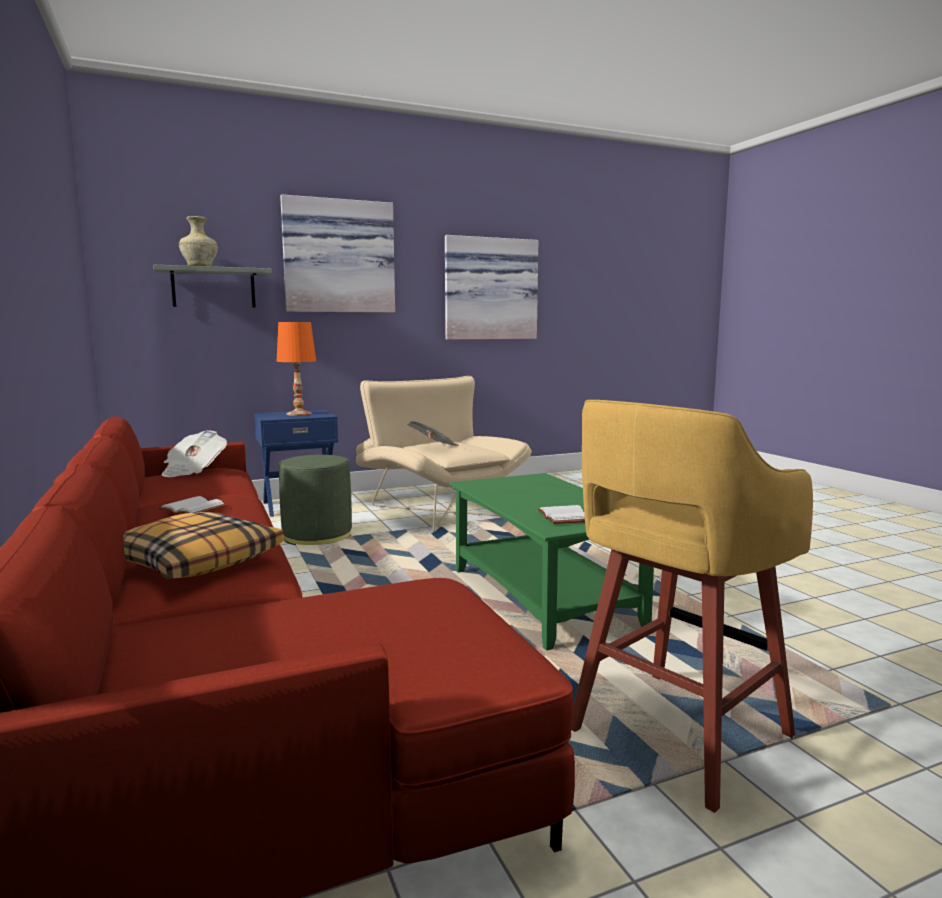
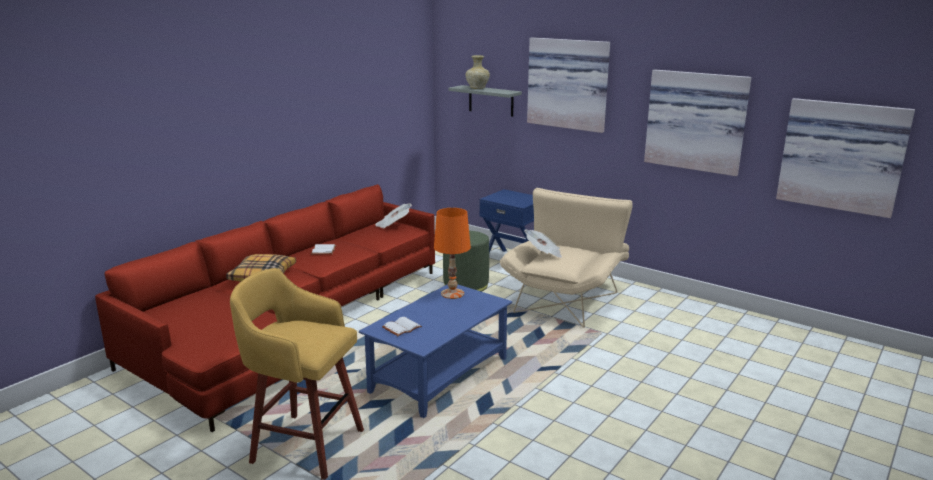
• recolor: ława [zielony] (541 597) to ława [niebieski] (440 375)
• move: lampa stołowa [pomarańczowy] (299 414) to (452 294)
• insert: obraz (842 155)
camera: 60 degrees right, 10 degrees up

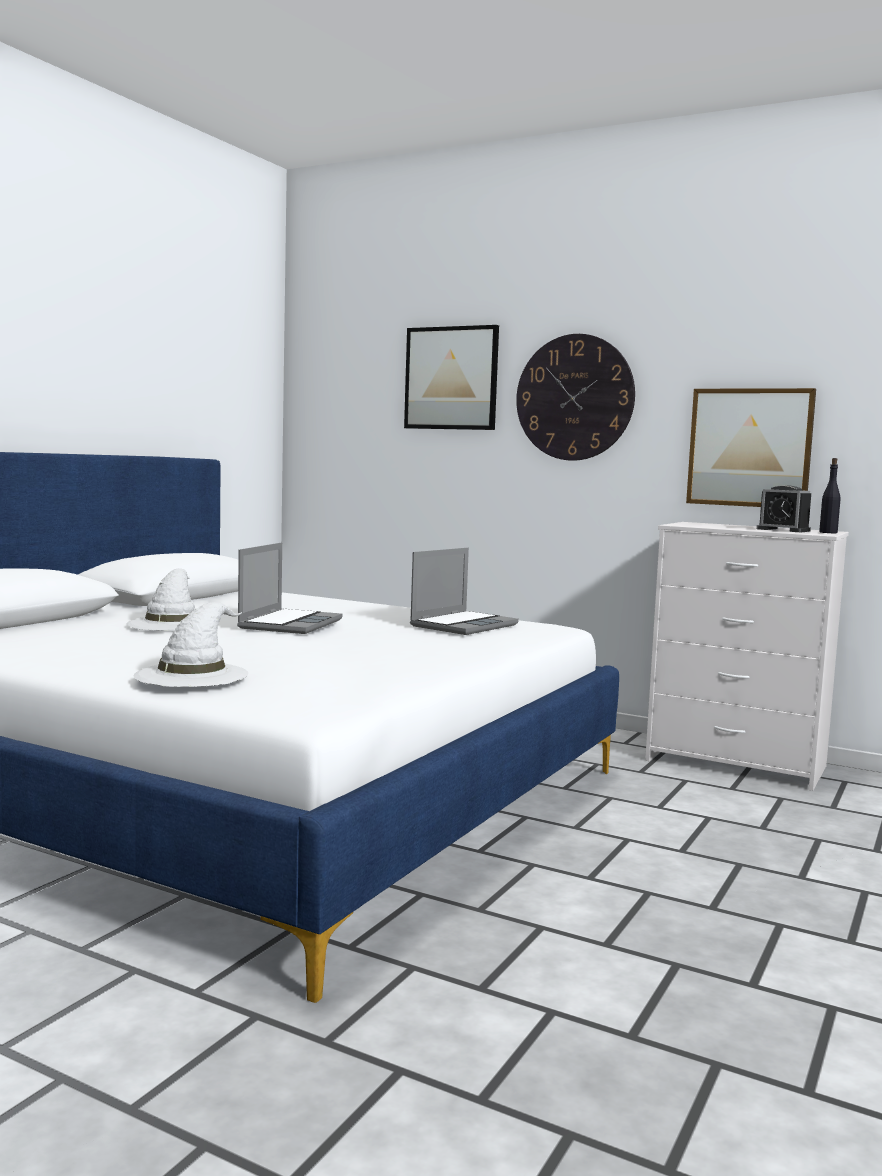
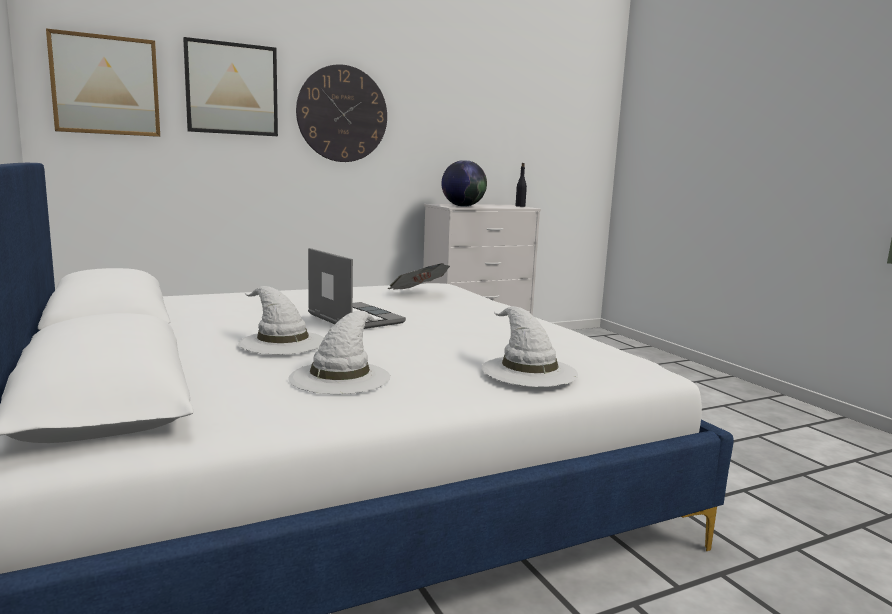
• move: obraz (750 448) to (106 85)
• insert: kapelusz [biały] (340 376)
• replace: laptop (463 625) to gazeta (417 294)
• insert: globus (463 206)
• delete: budzik (783 530)
camera: 55 degrees left, 5 degrees up

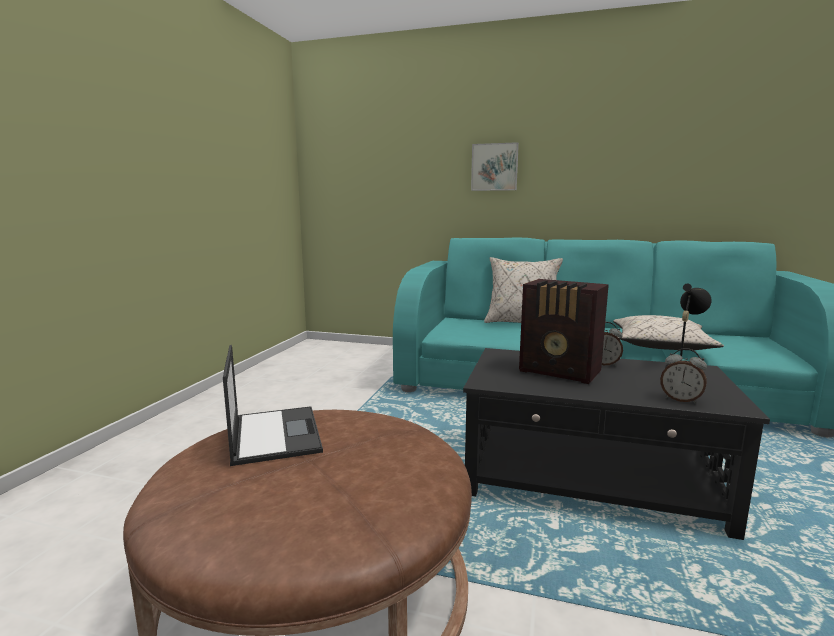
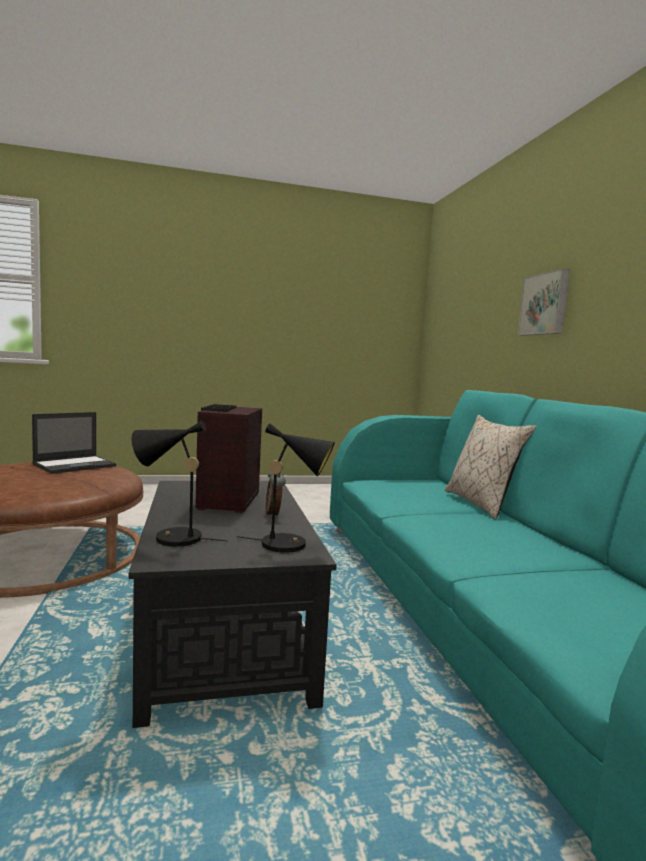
• replace: budzik (680 399) to lampa stołowa [czarny] (171 538)
• delete: poduszka [beżowy] (660 346)
camera: 60 degrees right, 5 degrees down

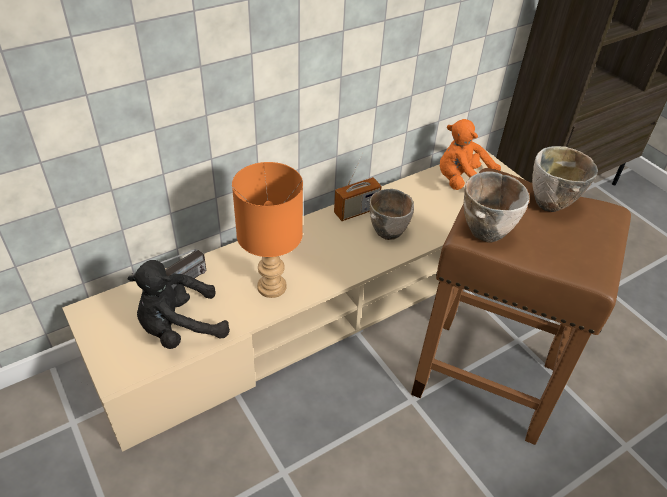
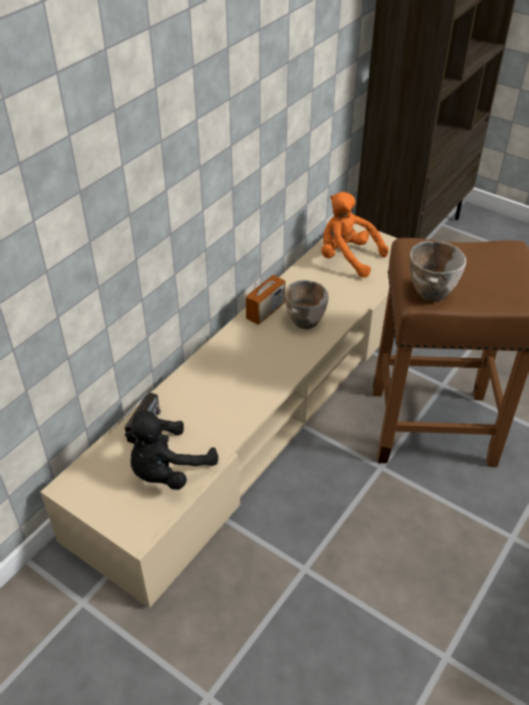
• rotate: pluszak [pomarańczowy] (464 184) = (347 258) 45 degrees clockwise
• delete: lampa stołowa [pomarańczowy] (270 286)
• delete: miska (551 205)
camera: 20 degrees left, 0 degrees up

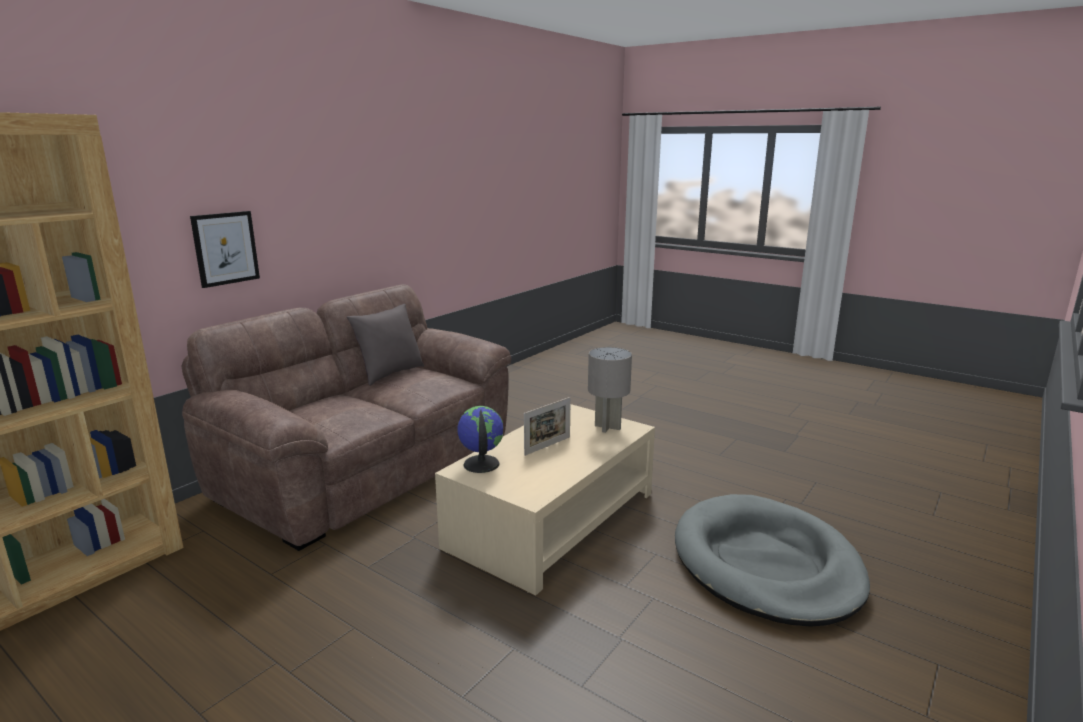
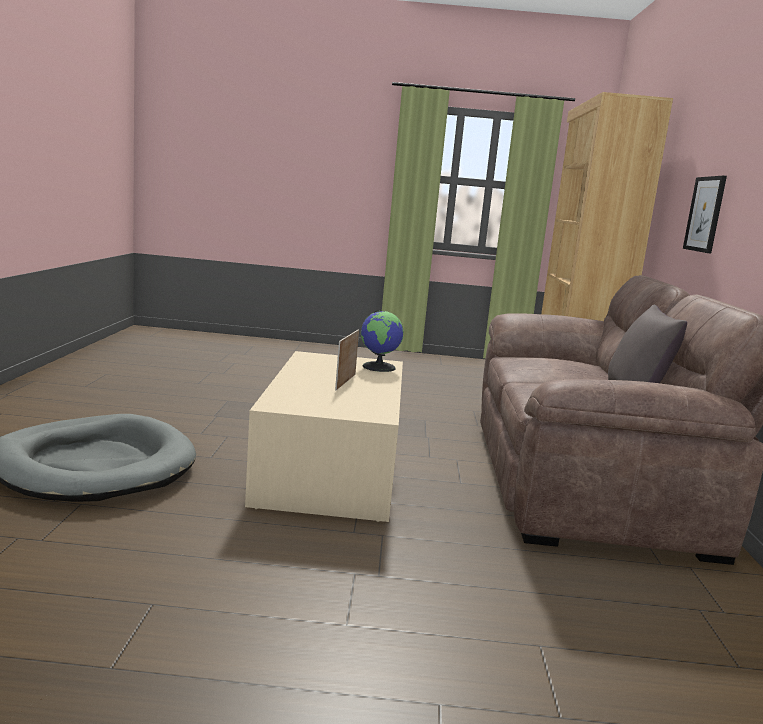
• delete: lampa stołowa [szary] (607 427)
camera: 145 degrees right, 5 degrees down

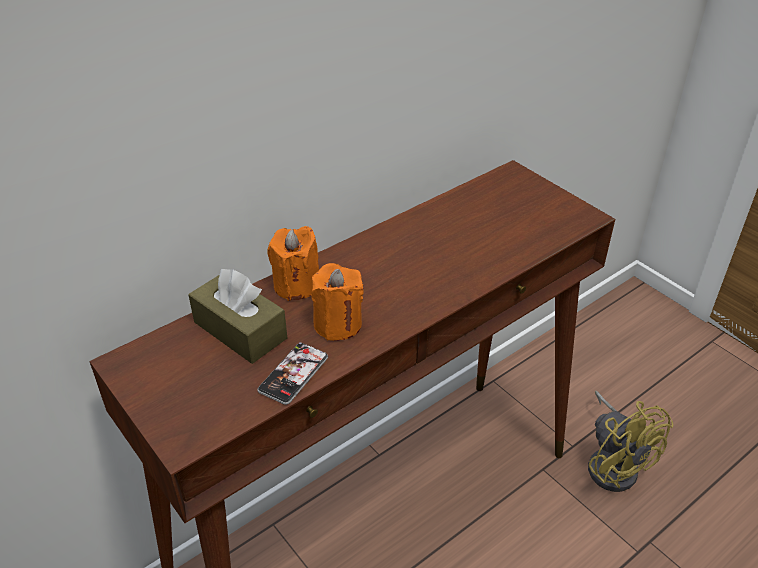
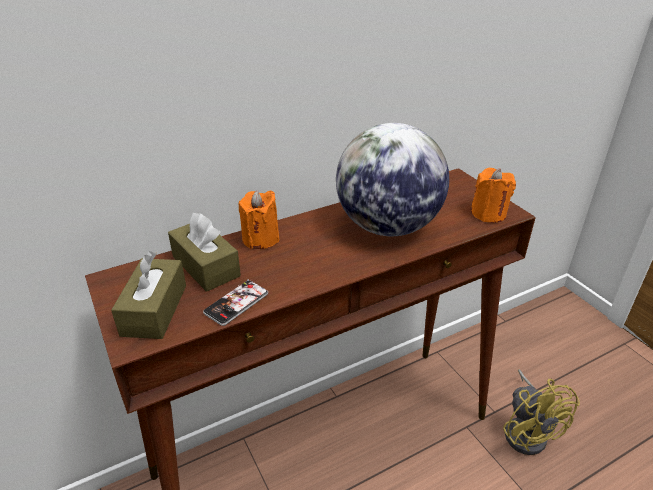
• insert: pudełko chusteczek [brązowy] (154 310)
• insert: globus (387 227)
• move: świeca [pomarańczowy] (338 324) to (488 213)
camera: 10 degrees right, 5 degrees down

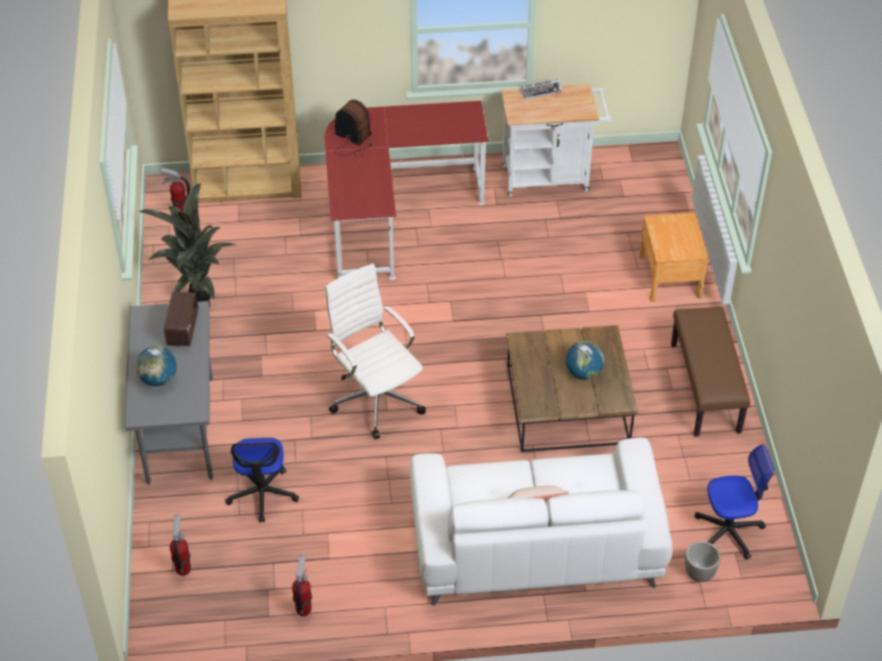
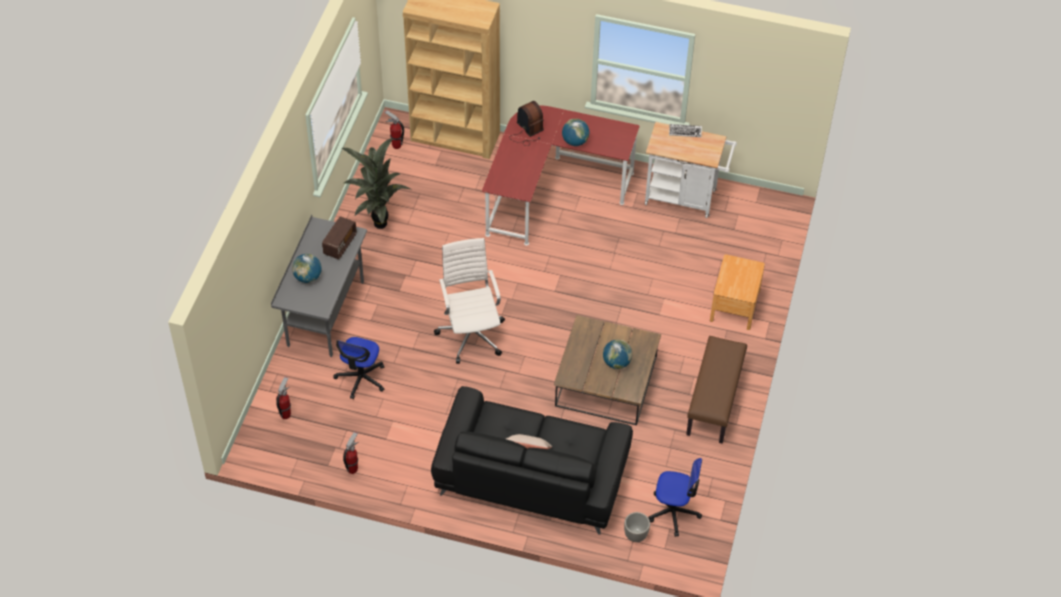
• recolor: kanapa [biały] (535 543) to kanapa [czarny] (531 475)
• insert: globus (575 141)
camera: 20 degrees right, 5 degrees up

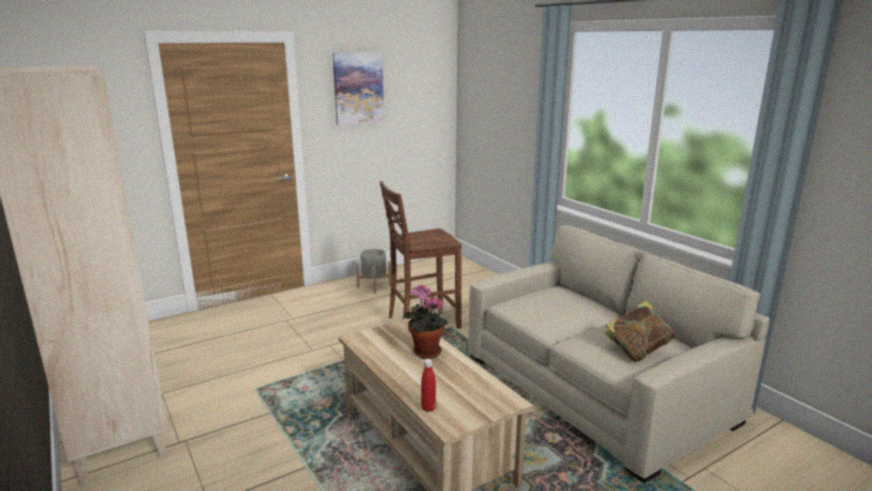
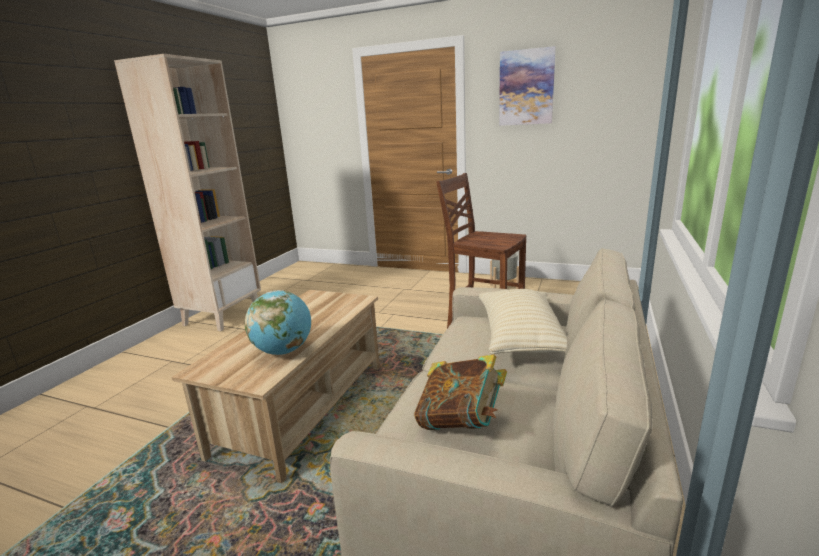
• insert: globus (283 351)
• insert: poduszka [beżowy] (520 337)
• delete: roślina doniczkowa (424 353)
• delete: butelka [czerwony] (428 408)
camera: 55 degrees right, 0 degrees up

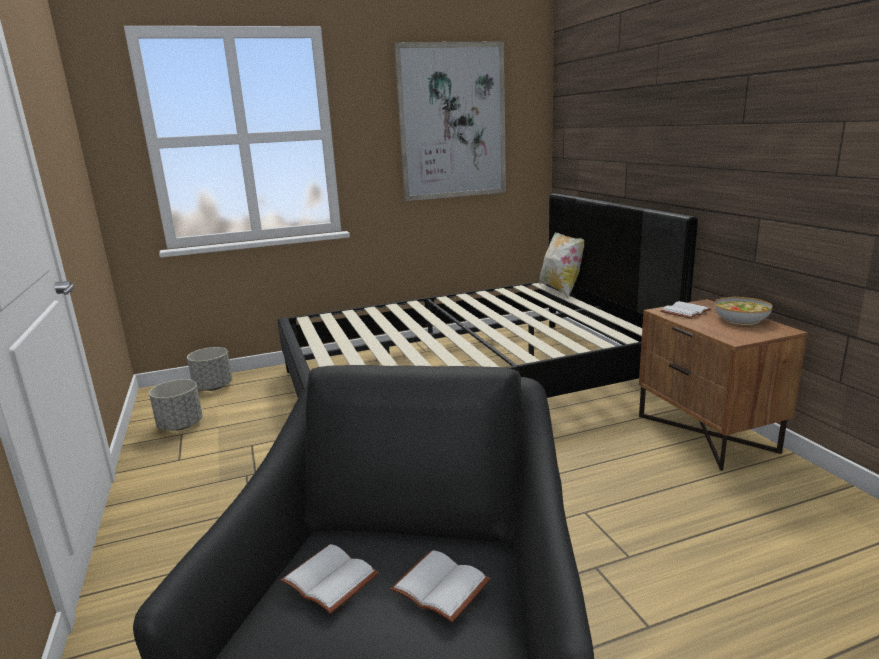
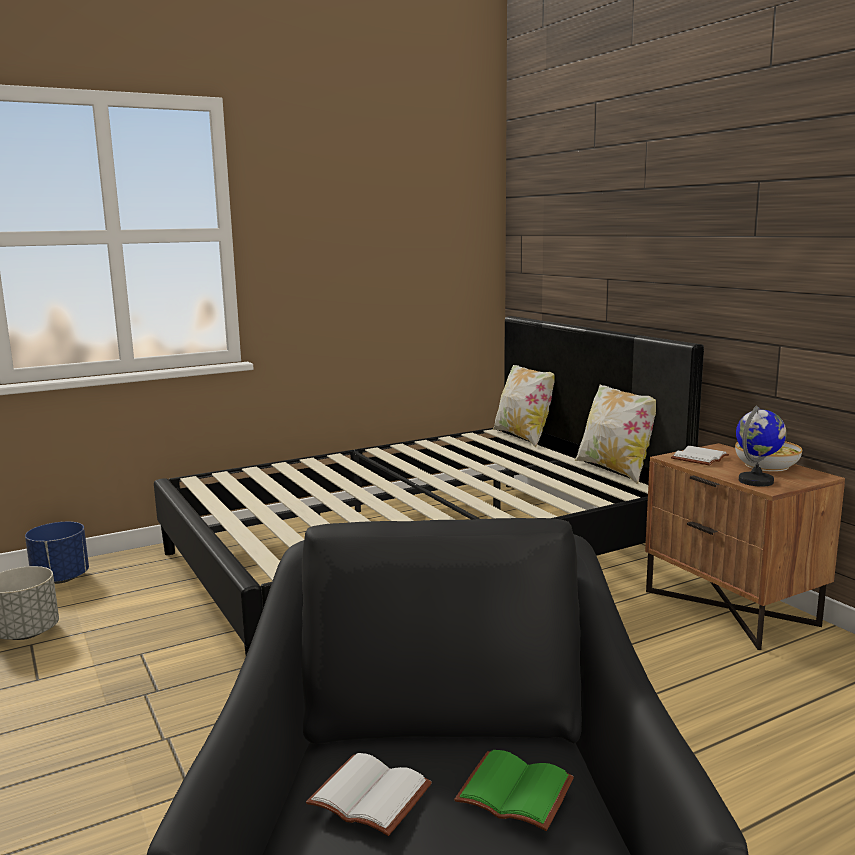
• recolor: donica [szary] (213 387) to donica [niebieski] (61 579)
• recolor: książka [biały] (443 586) to książka [zielony] (517 791)
• insert: poduszka (616 470)
• insert: globus (756 481)
• delete: obraz (452 122)
camera: 10 degrees left, 5 degrees down

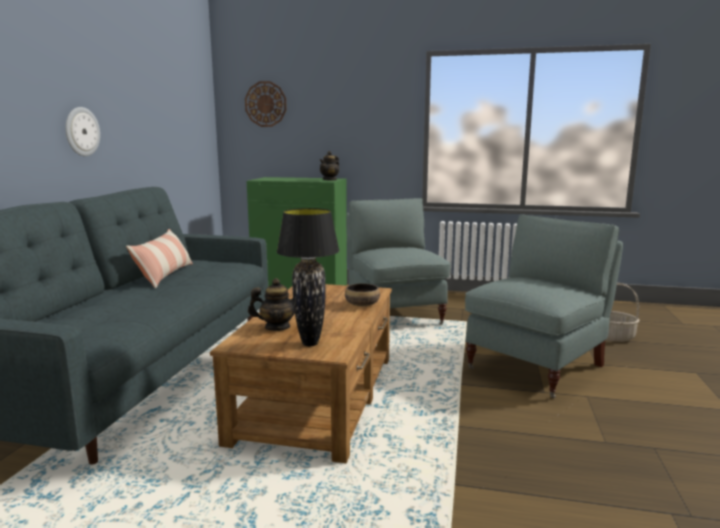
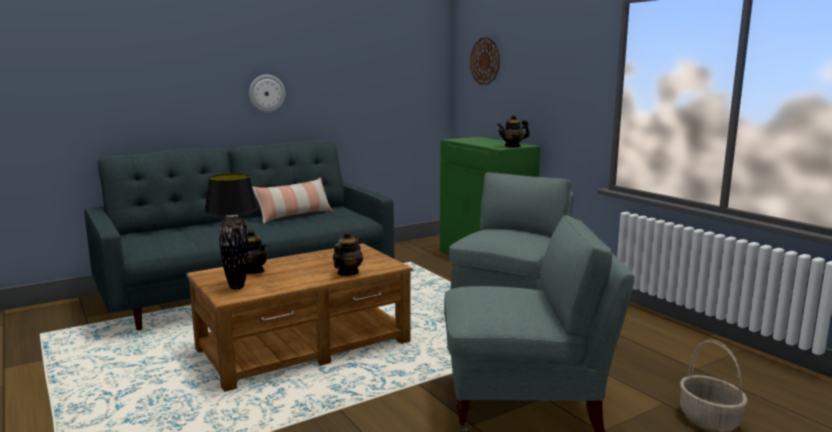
• replace: miska (362 304) to imbryk (347 273)
camera: 45 degrees right, 0 degrees up

